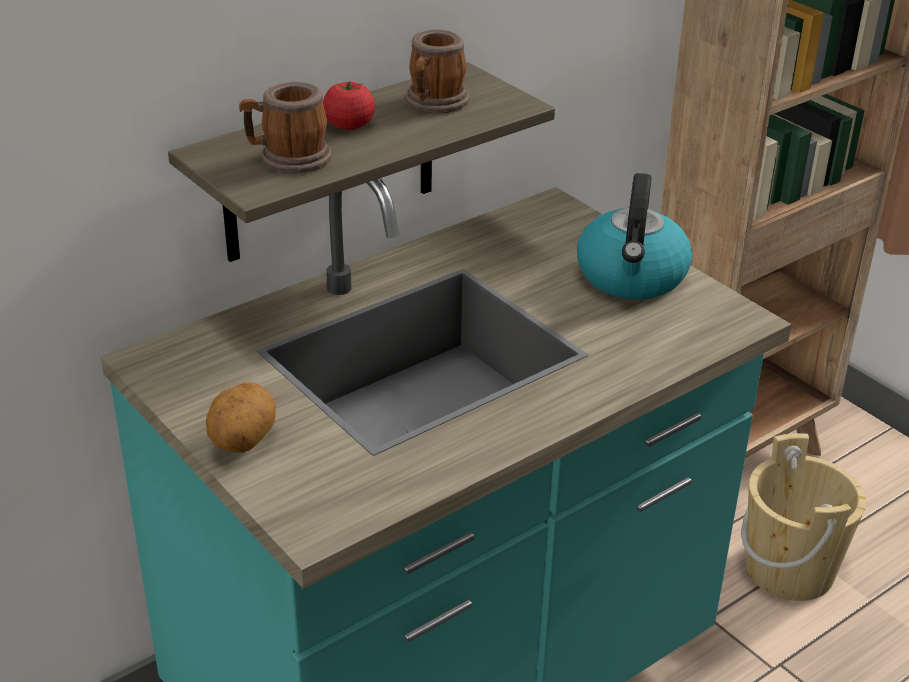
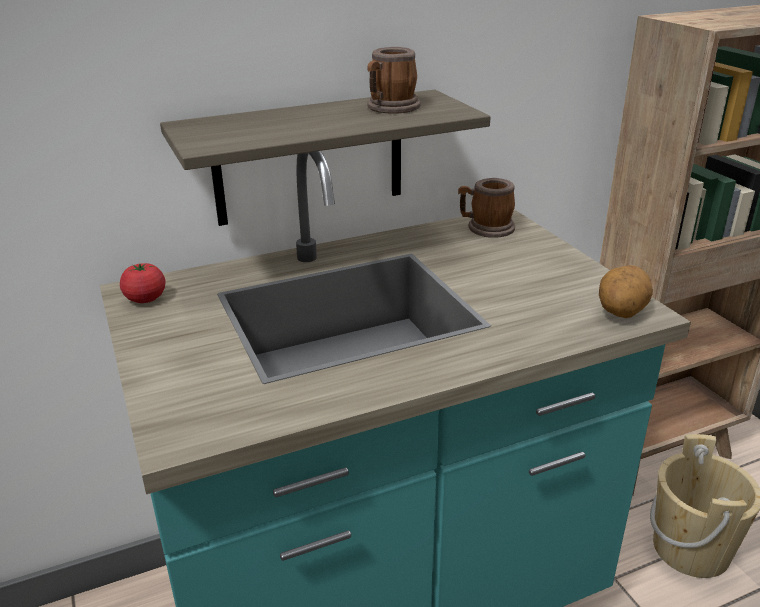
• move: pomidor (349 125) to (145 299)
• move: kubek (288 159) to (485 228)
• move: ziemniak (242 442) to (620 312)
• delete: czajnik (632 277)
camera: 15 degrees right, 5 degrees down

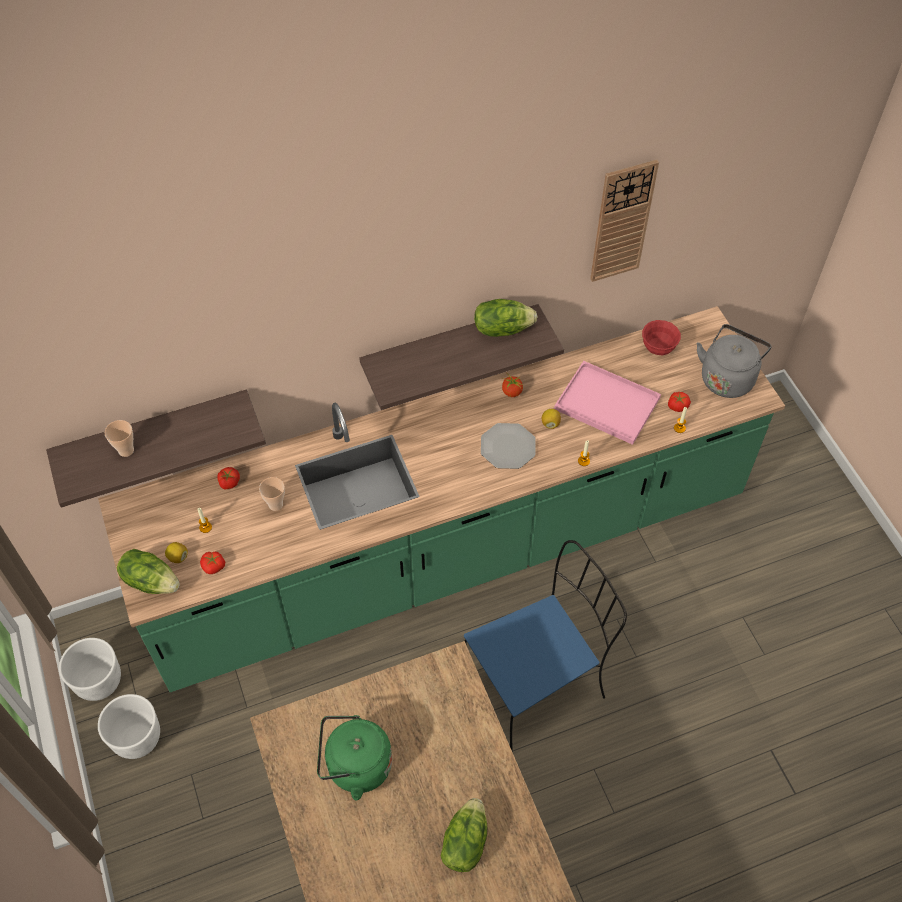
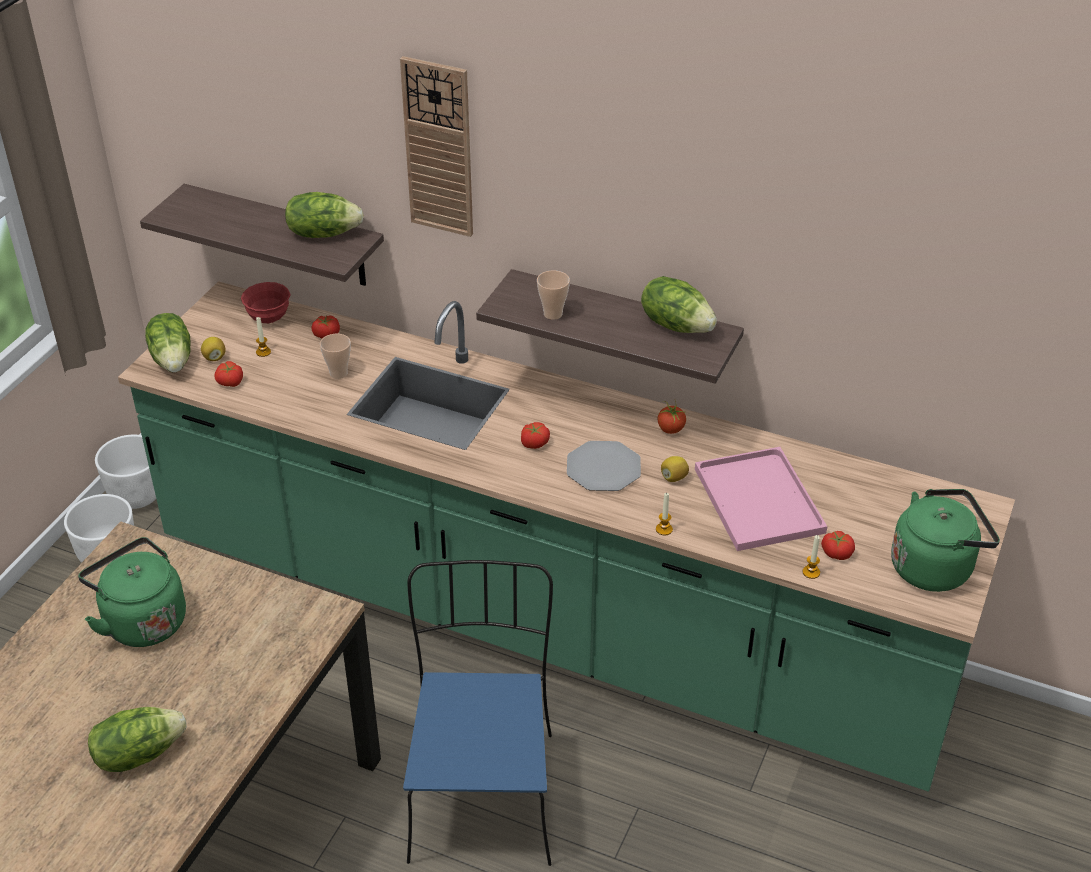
• move: miska [czerwony] (658 348) to (269 318)
• insert: sałata (323 233)
• move: zegar ścienny (622 221) to (439 148)
• rotate: krzesło [niebieski] (535 682) = (482 793) 105 degrees counterclockwise
• insert: pomidor (534 443)
• move: filiżanka (126 450) to (553 314)
• recolor: czajnik [szary] (727 377) to czajnik [zielony] (935 567)
camera: 45 degrees right, 15 degrees down

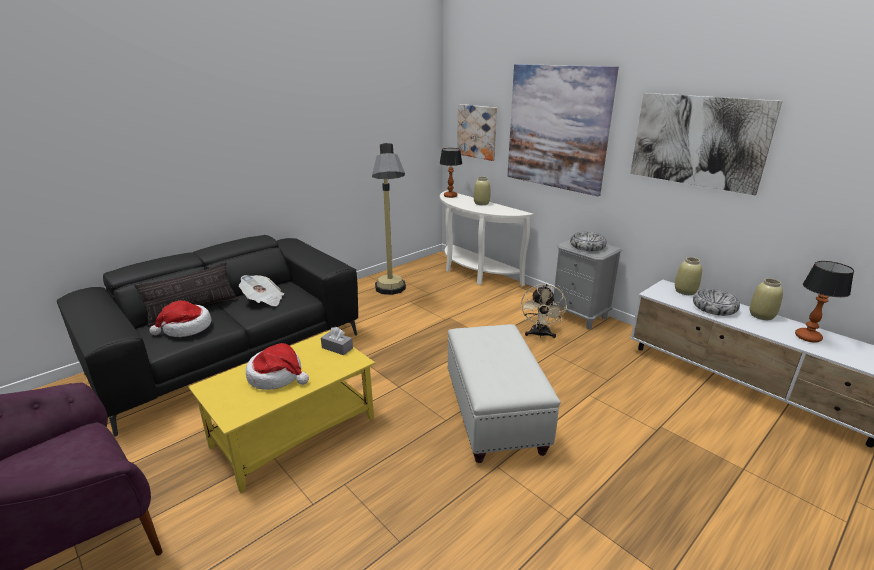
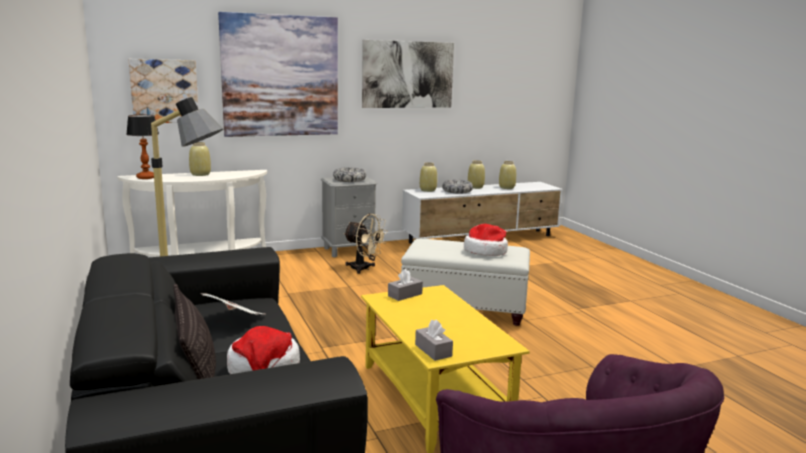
• insert: pudełko chusteczek [szary] (433 350)
• move: kapelusz (277 376) to (486 251)
• replace: lampa stołowa (808 337) to wazon [beżowy] (507 187)
camera: 70 degrees left, 10 degrees down

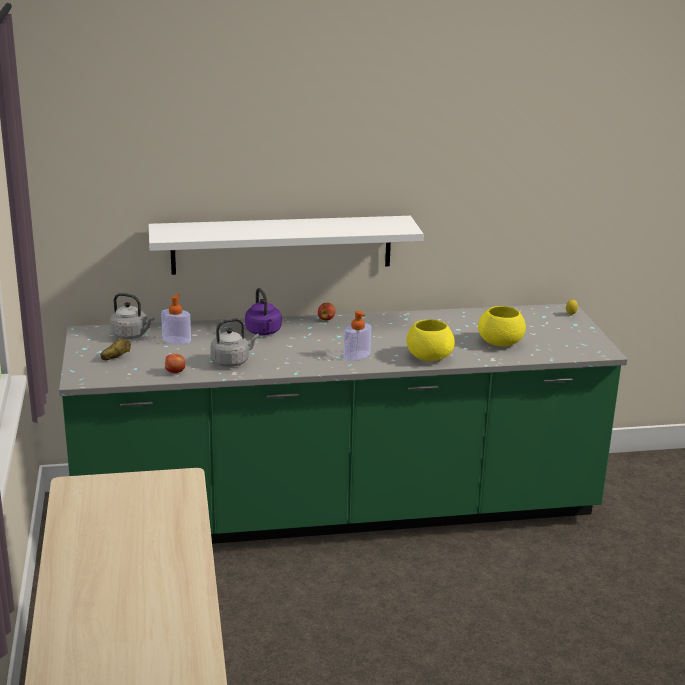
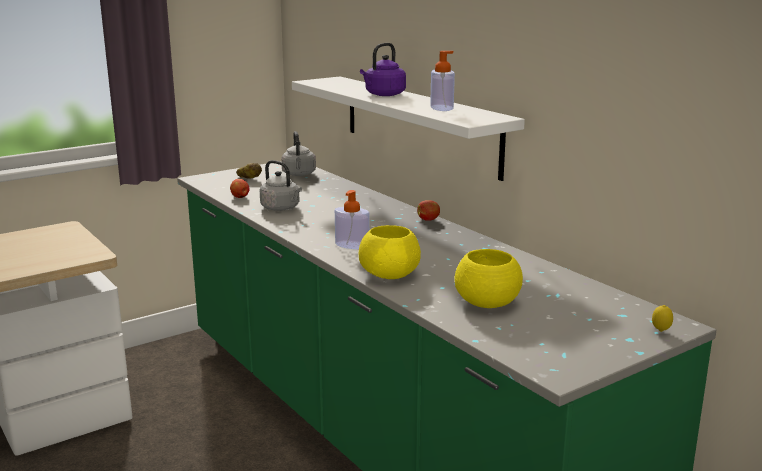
• move: czajnik [fioletowy] (264 332) to (383 95)
• move: dozownik mydła (176 340) to (441 108)
camera: 65 degrees right, 5 degrees down

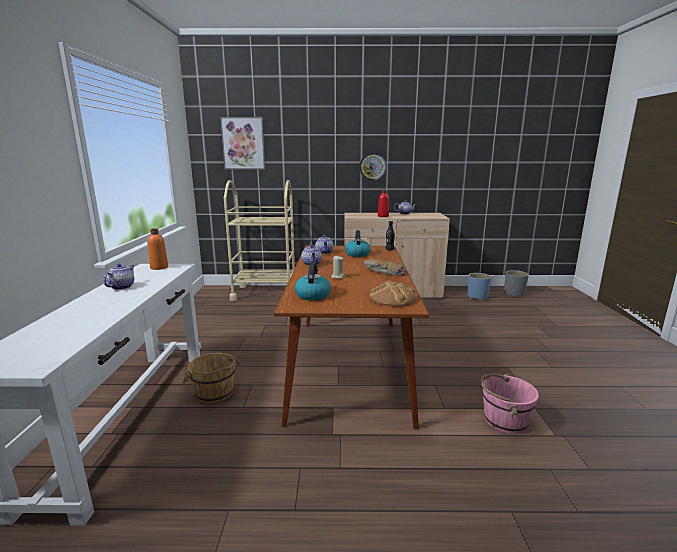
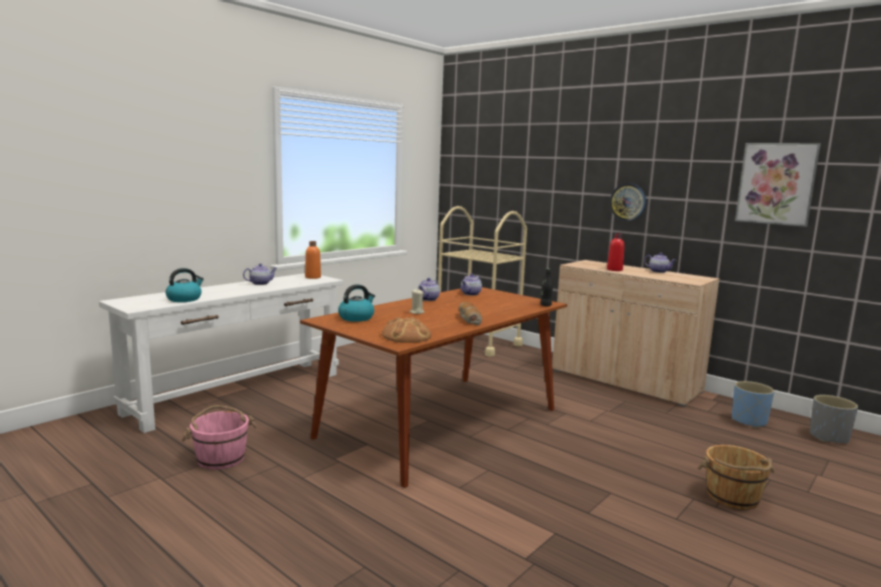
• move: czajnik (357 254) to (184 299)
• move: wiadro [różowy] (504 420) to (221 458)
• move: wiadro [brązowy] (215 393) to (732 497)
• move: obraz (243 143) to (776 184)
camera: 40 degrees right, 5 degrees down

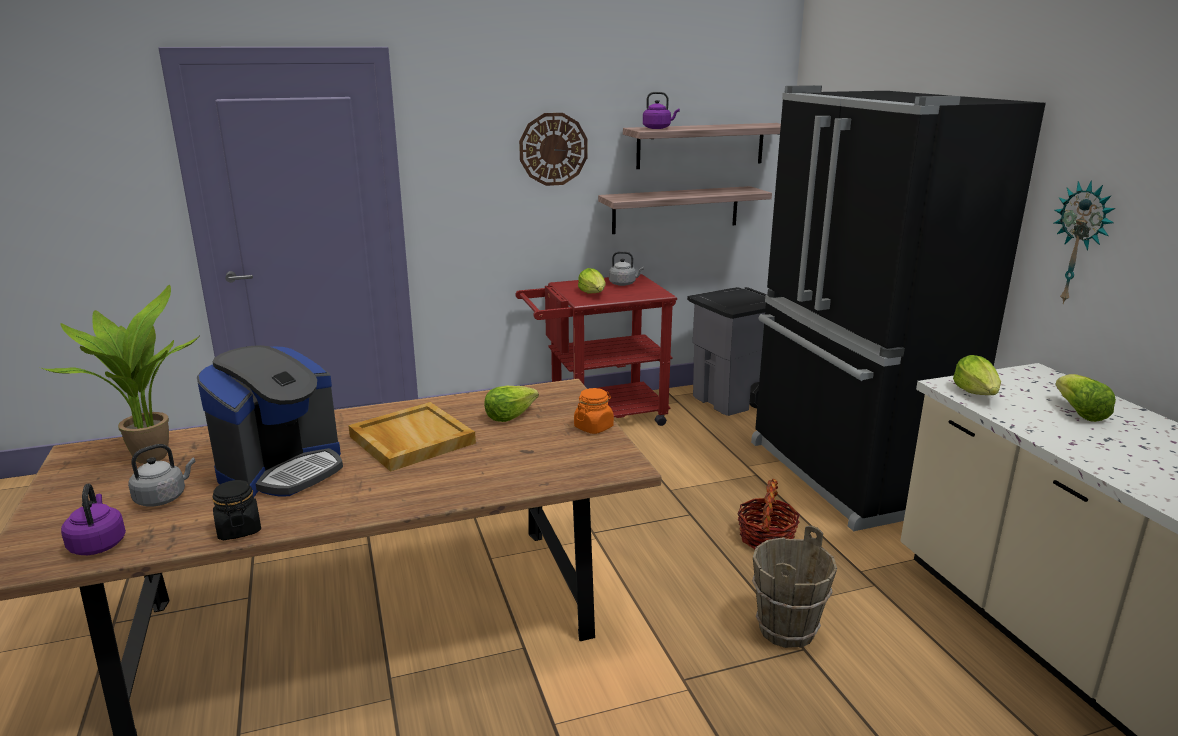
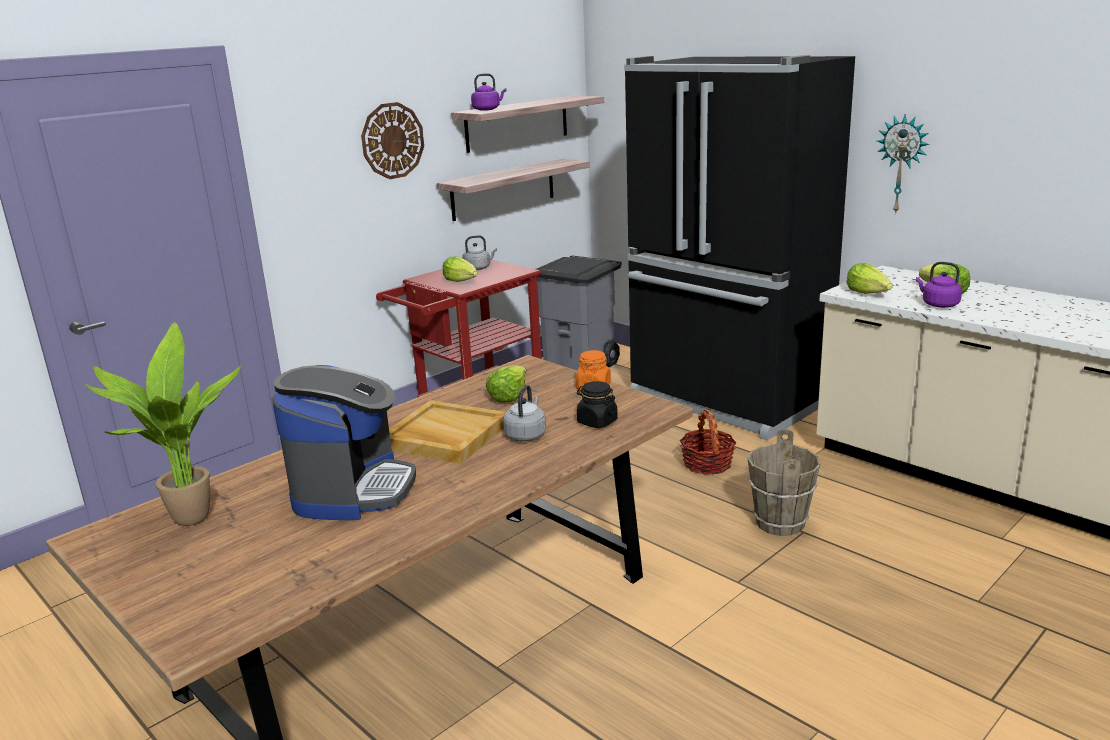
• move: czajnik [szary] (163 498) to (526 435)
• move: słoik [czarny] (239 529) to (597 422)
• move: czajnik [fioletowy] (98 544) to (938 304)
camera: 25 degrees left, 0 degrees up

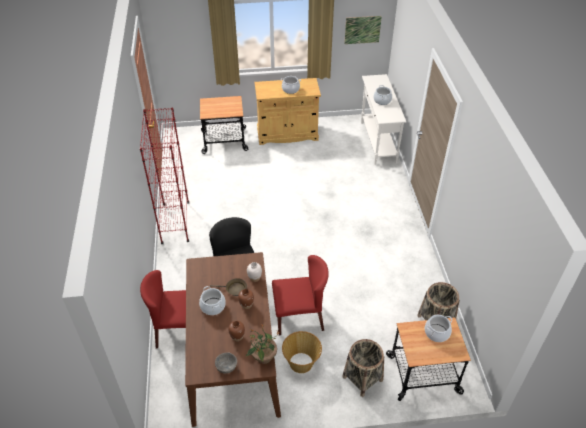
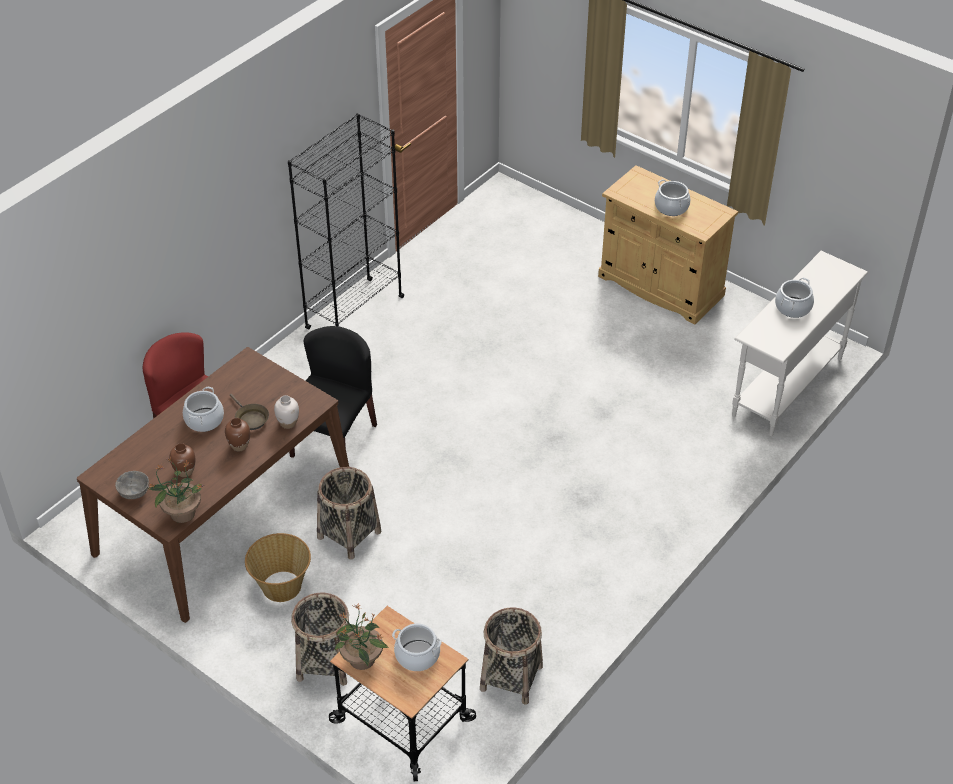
• recolor: regał [czerwony] (175 223) to regał [czarny] (354 313)
• replace: krzesło [czerwony] (299 317) to koszyk (349 535)
• insert: roślina doniczkowa (362 660)
• delete: wózek (224 141)
• delete: obraz (362 30)
camera: 45 degrees right, 0 degrees up

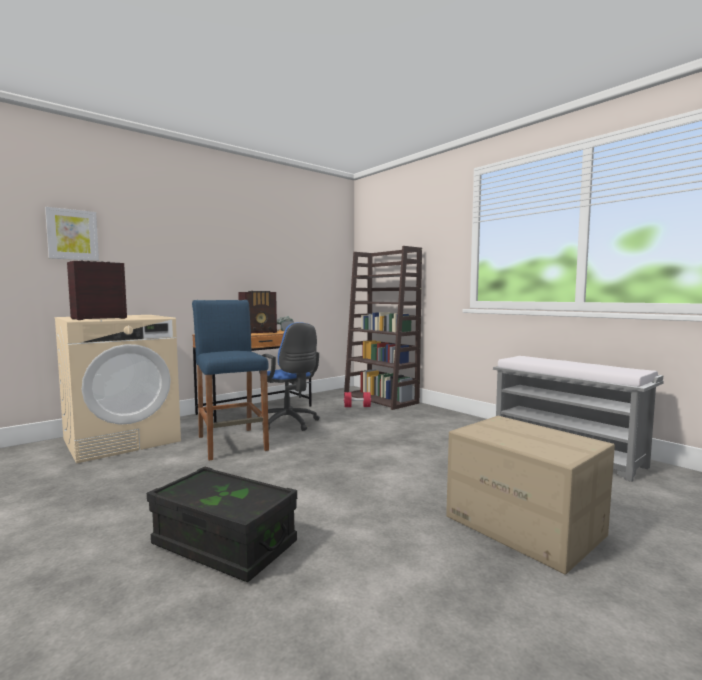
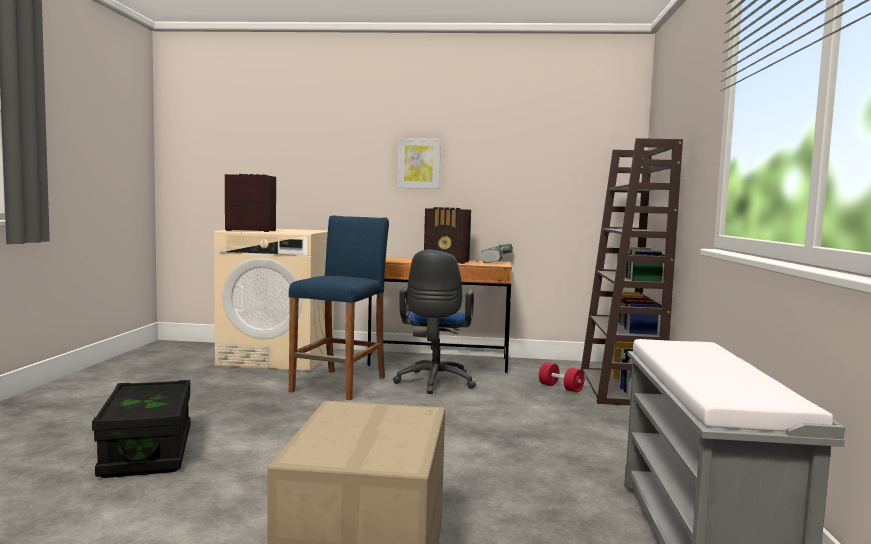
• move: obraz (72 234) to (418 163)
camera: 45 degrees right, 0 degrees up

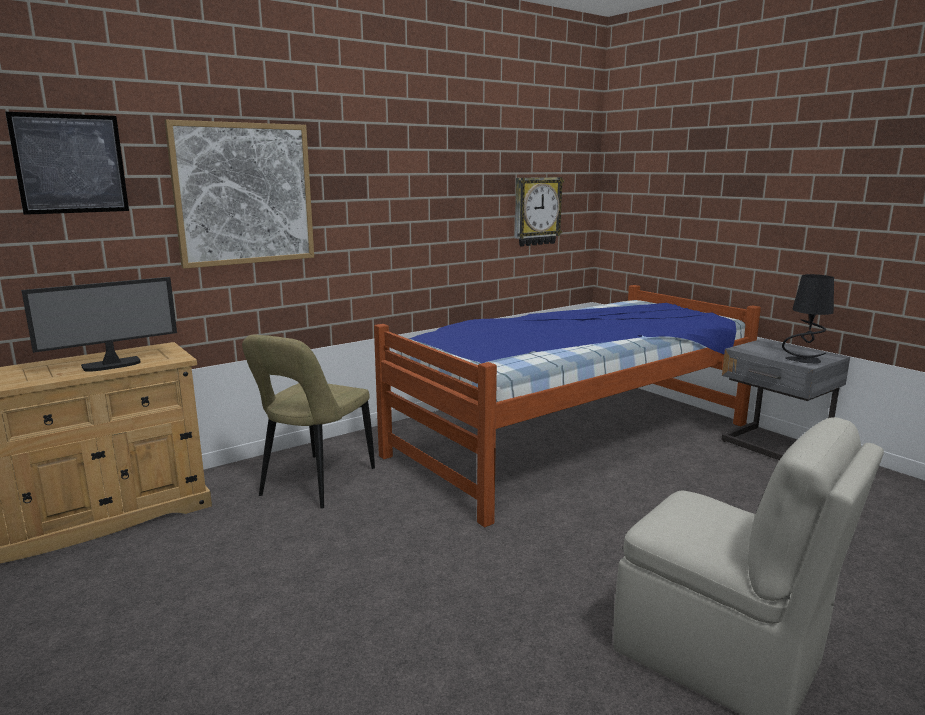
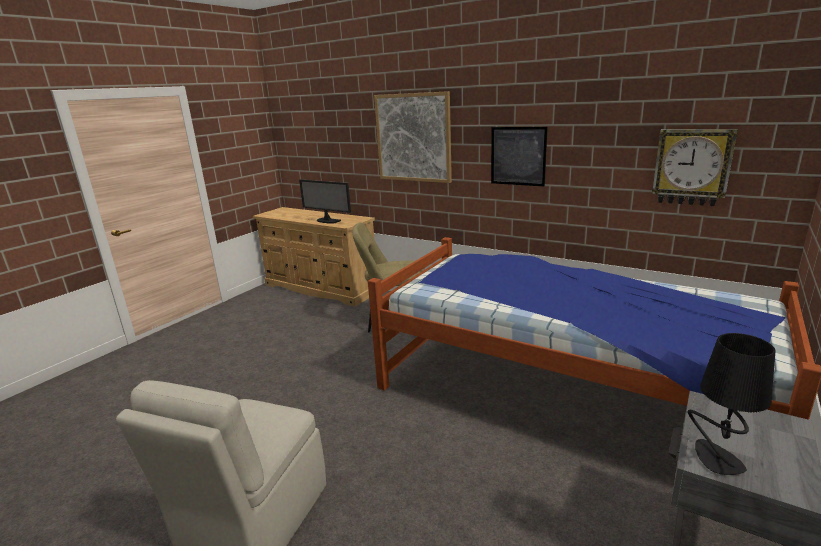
• move: obraz (70 164) to (518 156)
camera: 70 degrees right, 5 degrees up

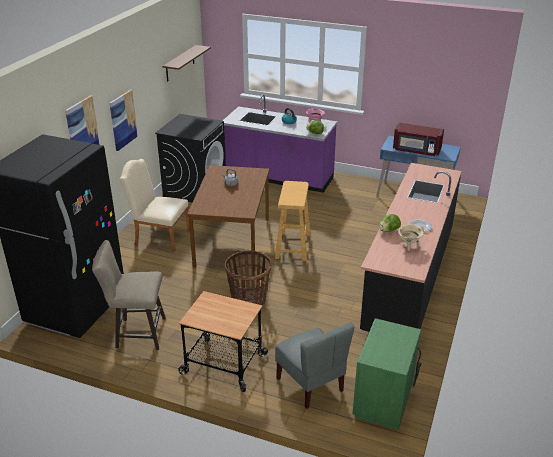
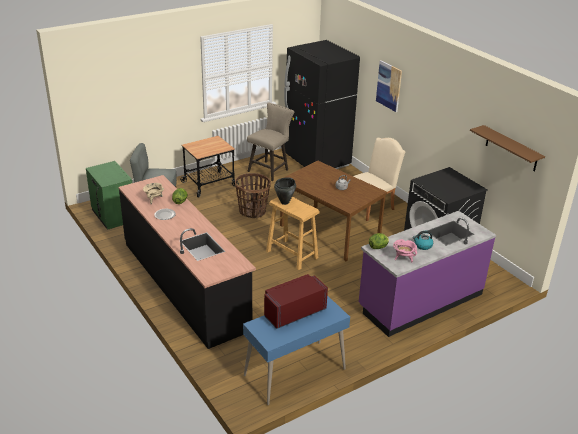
• insert: garnek [czarny] (285 202)
• delete: obraz (123 120)
camera: 125 degrees right, 0 degrees up

